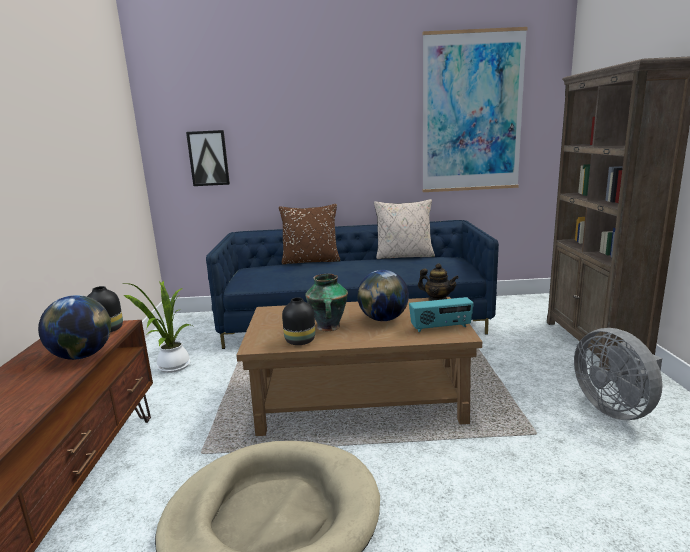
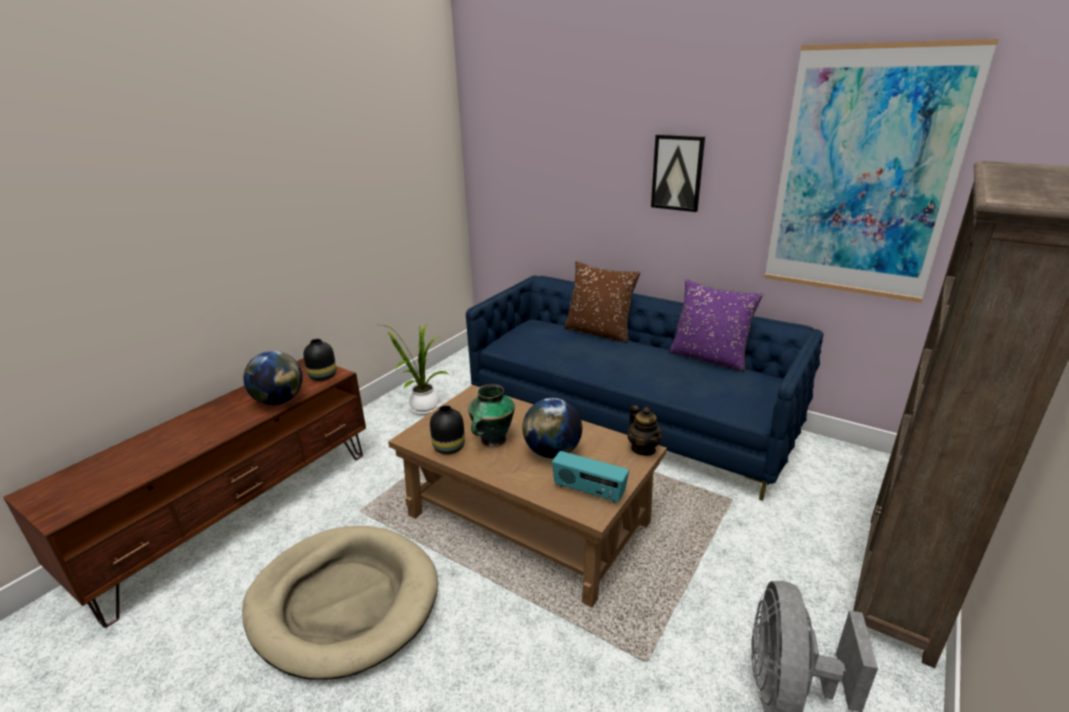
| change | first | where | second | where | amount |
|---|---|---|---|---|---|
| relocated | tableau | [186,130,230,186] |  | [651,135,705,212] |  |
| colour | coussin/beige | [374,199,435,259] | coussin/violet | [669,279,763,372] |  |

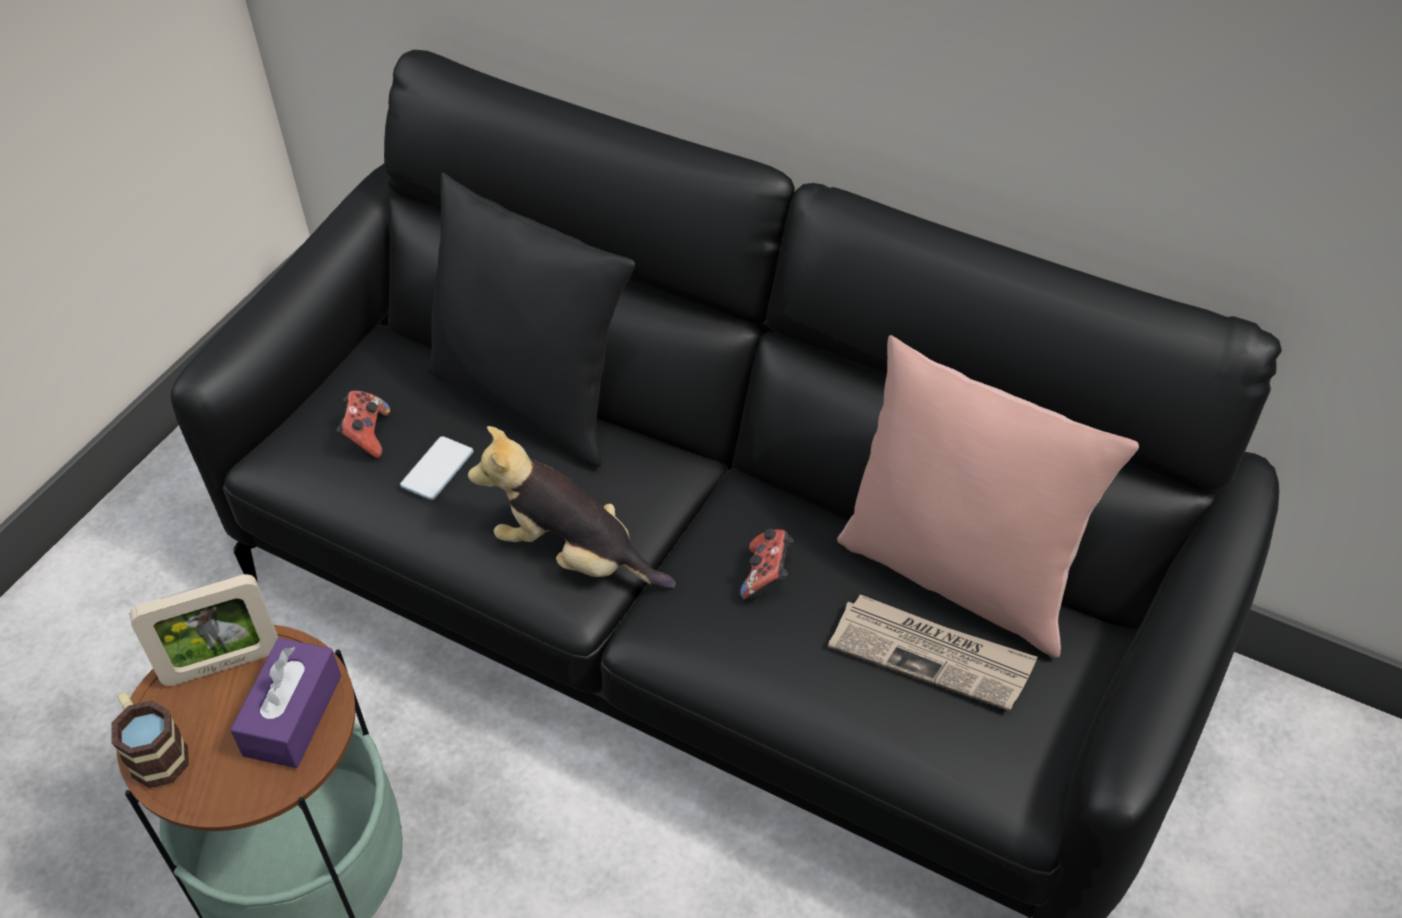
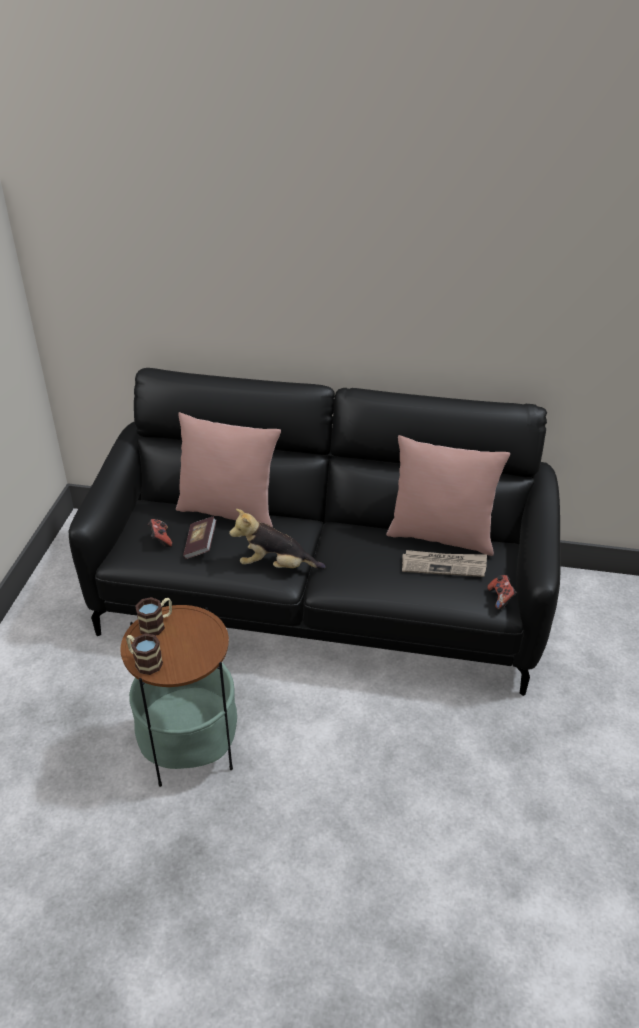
| change | first | where | second | where | amount |
|---|---|---|---|---|---|
| colour | coussin/noir | [428,172,635,467] | coussin/rose | [176,412,281,527] |  |
| exchanged | téléphone | [400,436,474,500] | livre | [183,516,216,559] |  |
| relocated | manette | [740,528,794,601] |  | [487,575,517,610] |  |
| exchanged | cadre photo | [130,574,278,686] | mug | [135,597,172,636] |  |
| missing | boîte à mouchoirs/violet | [230,638,342,768] |  |  |  |

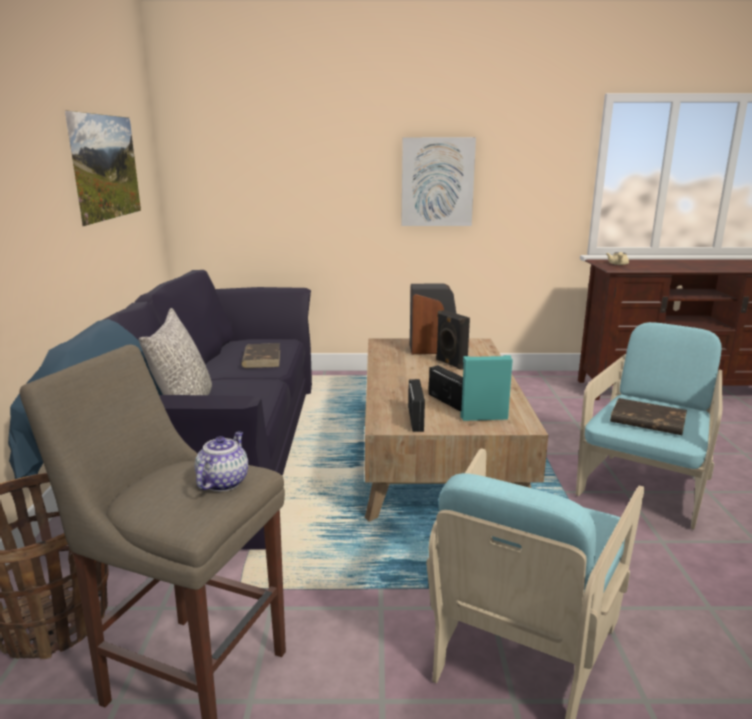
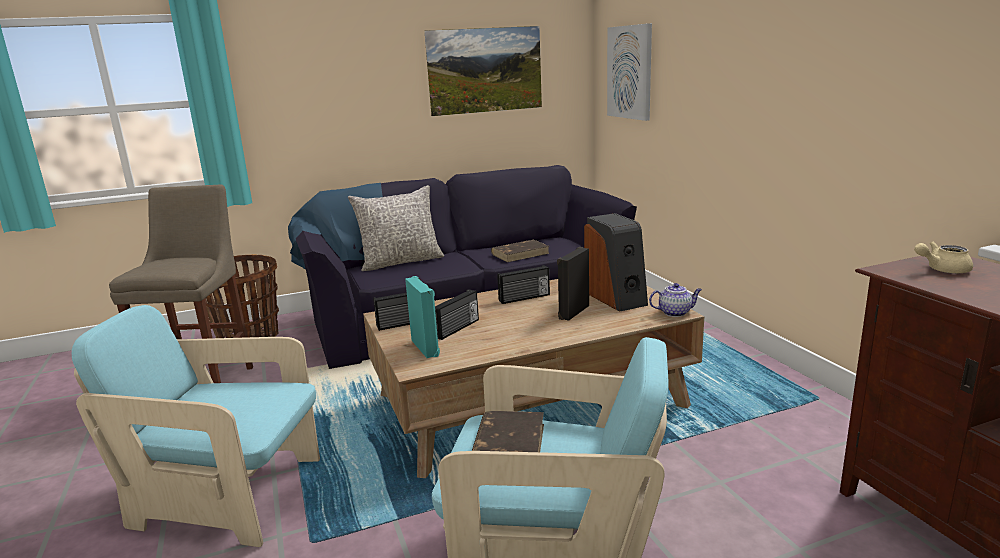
| change | first | where | second | where | amount |
|---|---|---|---|---|---|
| relocated | tableau | [401,137,476,226] |  | [607,23,652,121] |  |
| relocated | théière | [195,431,248,491] |  | [649,283,702,317] |  |
| appeared |  |  | radio | [497,265,550,304] |  |

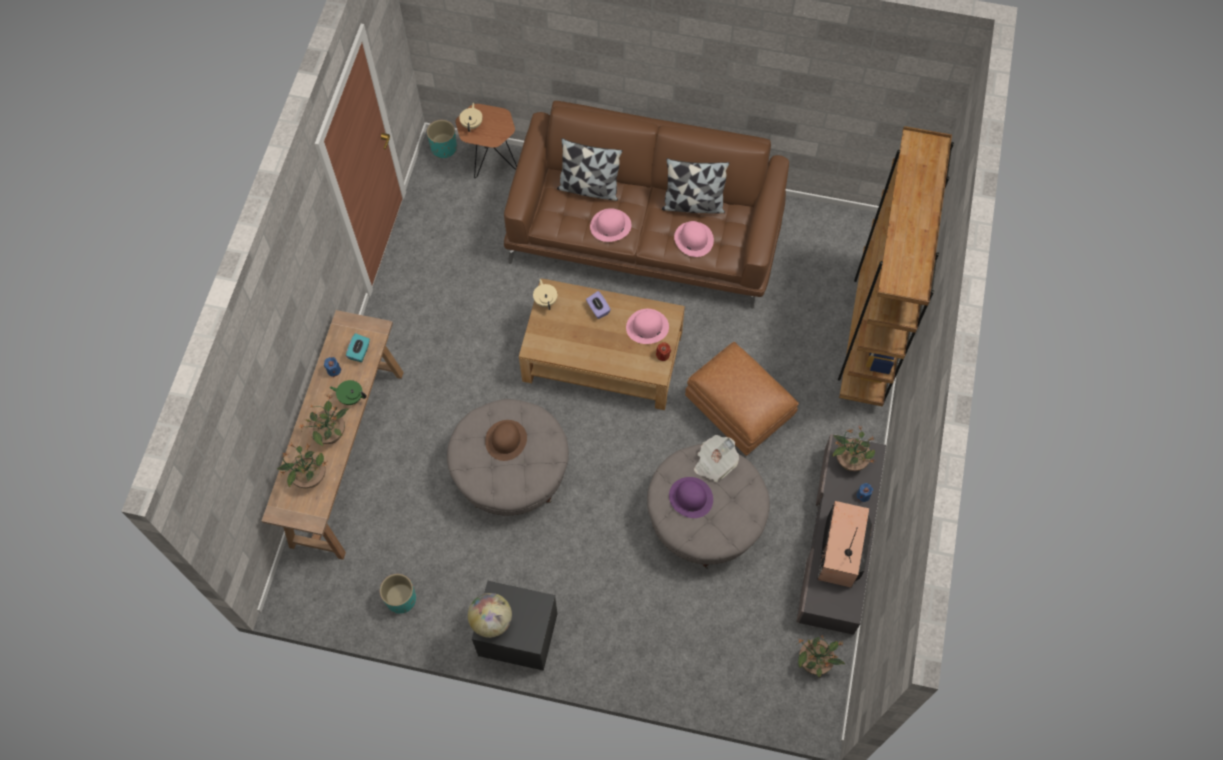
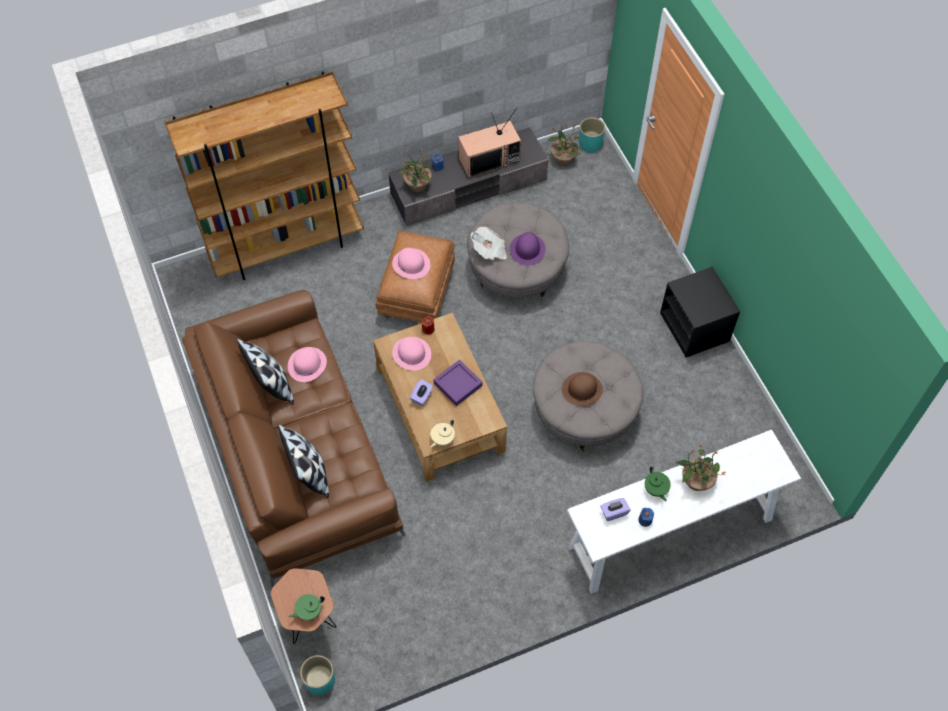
| change | first | where | second | where | amount |
|---|---|---|---|---|---|
| colour | théière/beige | [459,103,483,132] | théière/vert | [289,594,325,621] |  |
| relocated | chapeau/rose | [590,208,631,242] |  | [392,248,430,279] |  |
| colour | table console/marron | [262,310,404,560] | table console/blanc | [567,429,801,594] |  |
| colour | boîte à mouchoirs/turquoise | [346,333,370,362] | boîte à mouchoirs/violet | [600,498,630,521] |  |
| missing | plante en pot | [277,443,326,488] |  |  |  |
| relocated | cache-pot/turquoise | [380,574,416,614] |  | [579,117,605,153] |  |
| missing | globe | [468,593,512,638] |  |  |  |
| appeared |  |  | plateau/violet | [434,360,482,406] |  |

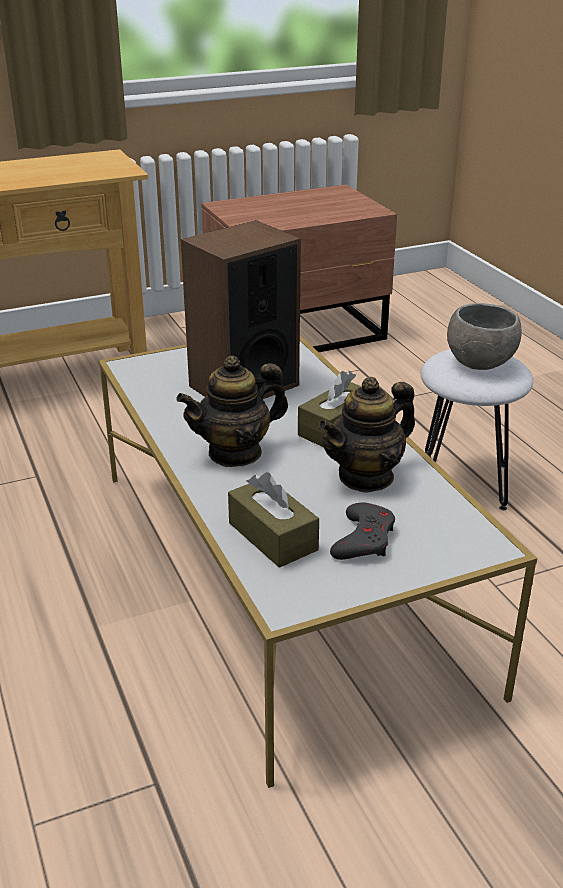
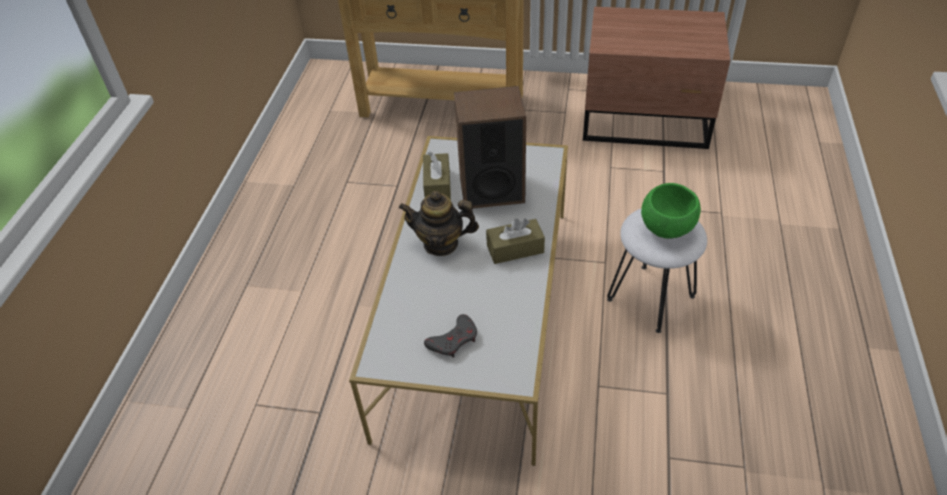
| change | first | where | second | where | amount |
|---|---|---|---|---|---|
| colour | bol/gris | [447,303,522,370] | bol/vert | [641,183,701,239] |  |
| missing | théière | [318,377,415,493] |  |  |  |
| relocated | boîte à mouchoirs/marron | [228,472,319,568] |  | [423,152,451,200] |  |

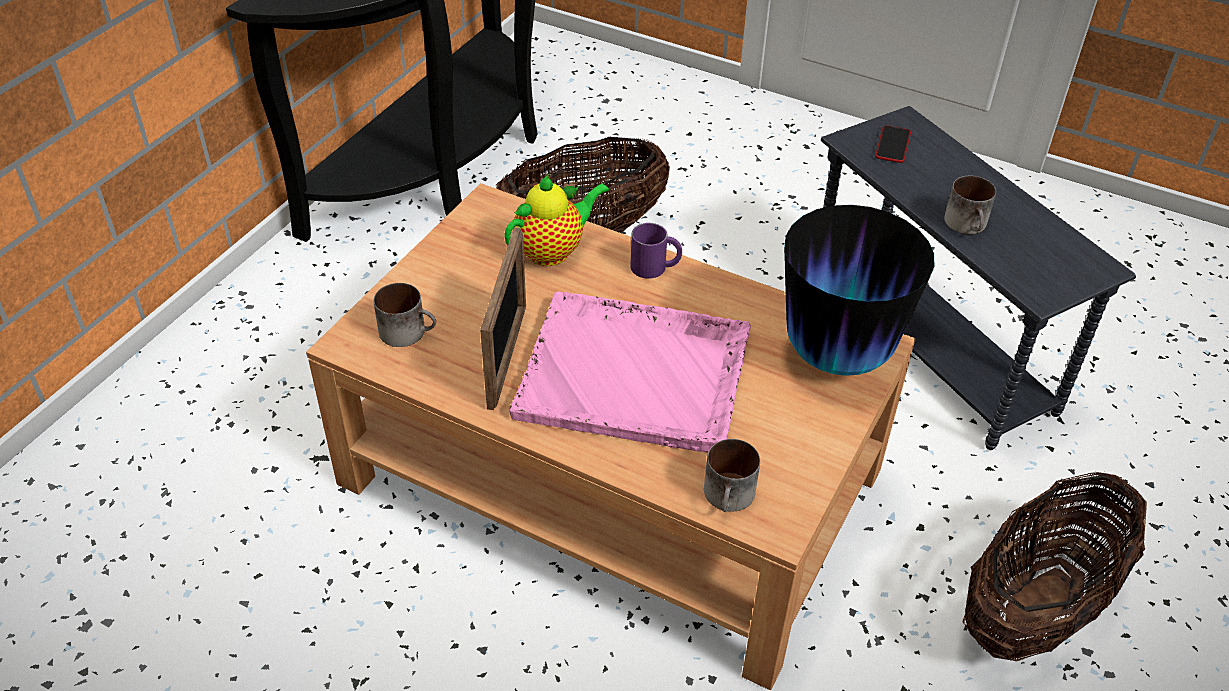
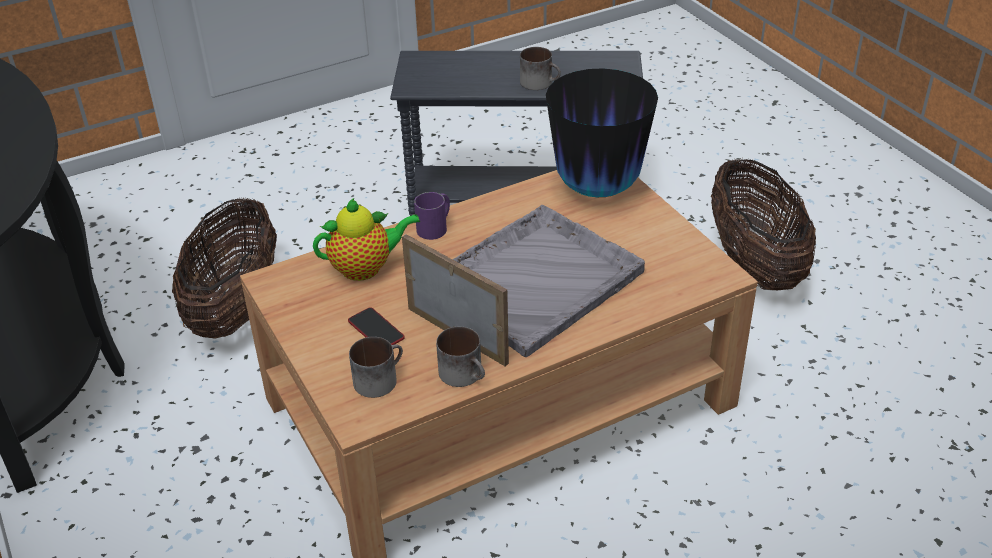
| change | first | where | second | where | amount |
|---|---|---|---|---|---|
| relocated | téléphone | [875,125,911,163] |  | [348,307,405,345] |  |
| spun | théière | [504,174,609,266] |  | [313,198,420,281] | 75 degrees clockwise |
| colour | plateau/rose | [509,291,751,452] | plateau/gris | [453,205,645,357] |  |
| relocated | mug | [704,439,760,512] |  | [436,326,485,387] |  |

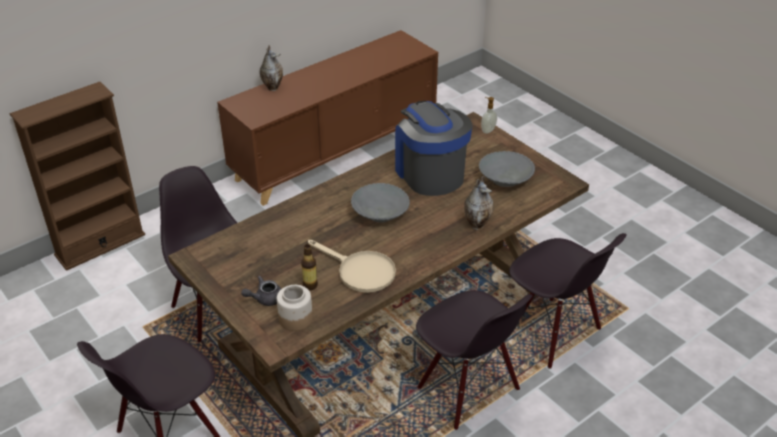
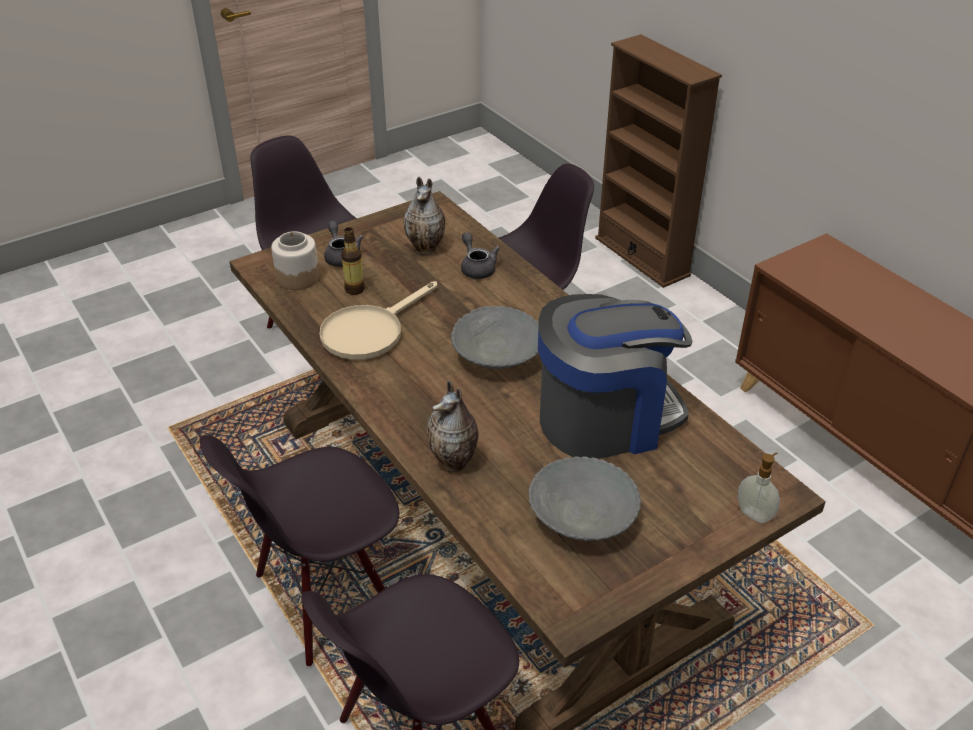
| change | first | where | second | where | amount |
|---|---|---|---|---|---|
| relocated | vase | [260,45,283,91] |  | [404,177,445,254] |  |
| appeared |  |  | théière/gris | [461,232,500,279] |  |

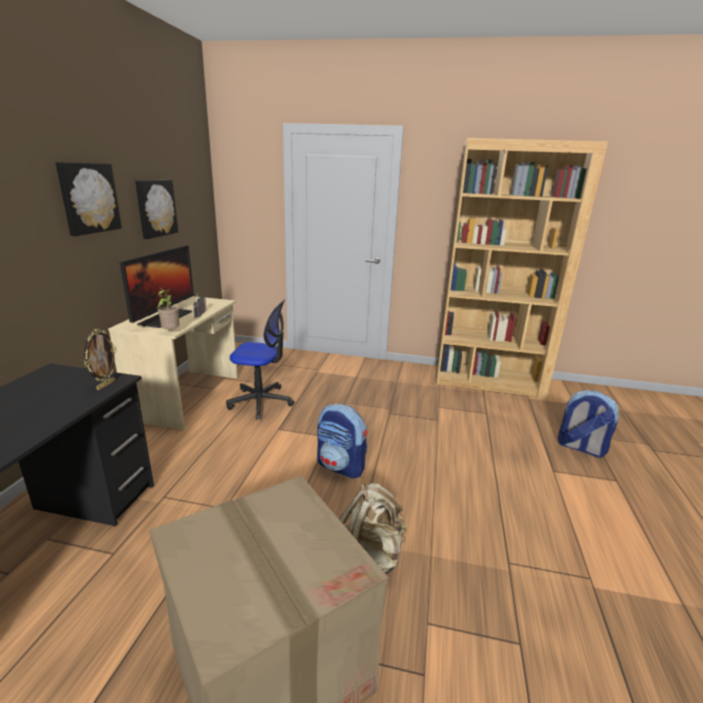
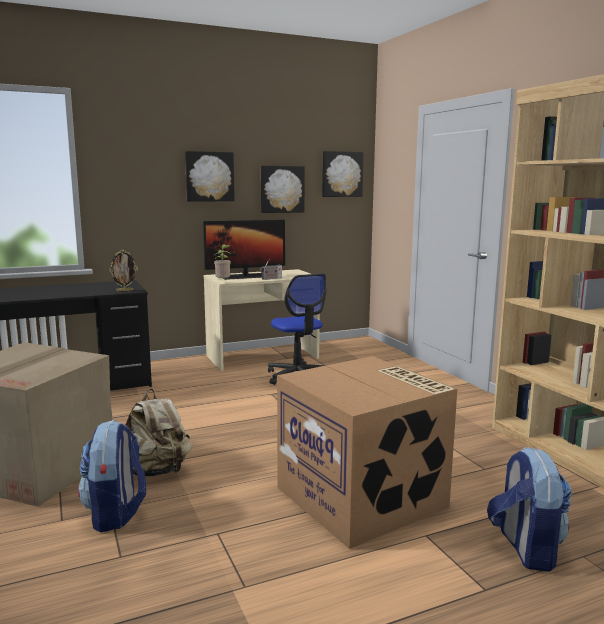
| change | first | where | second | where | amount |
|---|---|---|---|---|---|
| relocated | sac à dos | [317,404,367,479] |  | [78,420,146,532] |  |
| appeared |  |  | tableau | [322,151,364,197] |  |
| appeared |  |  | carton | [277,356,457,549] |  |

